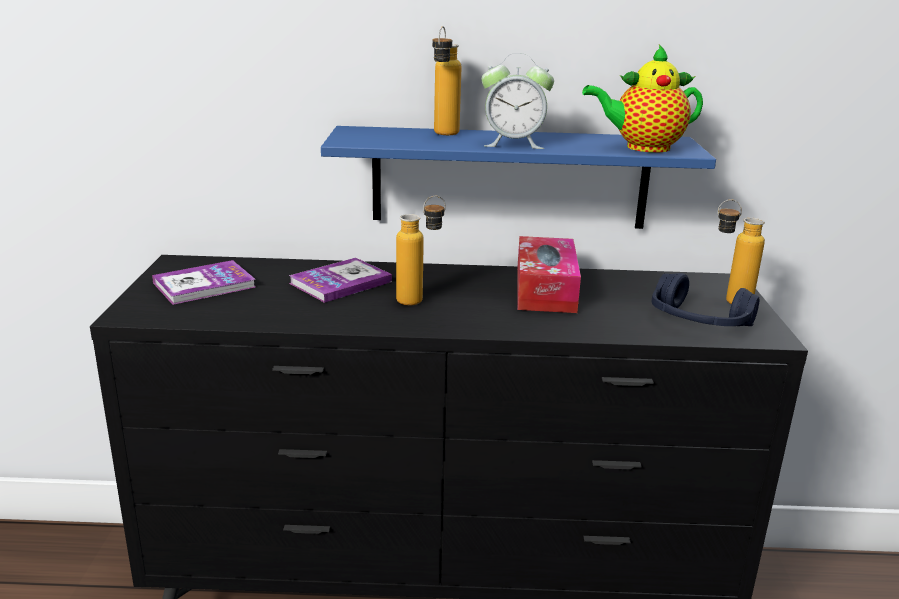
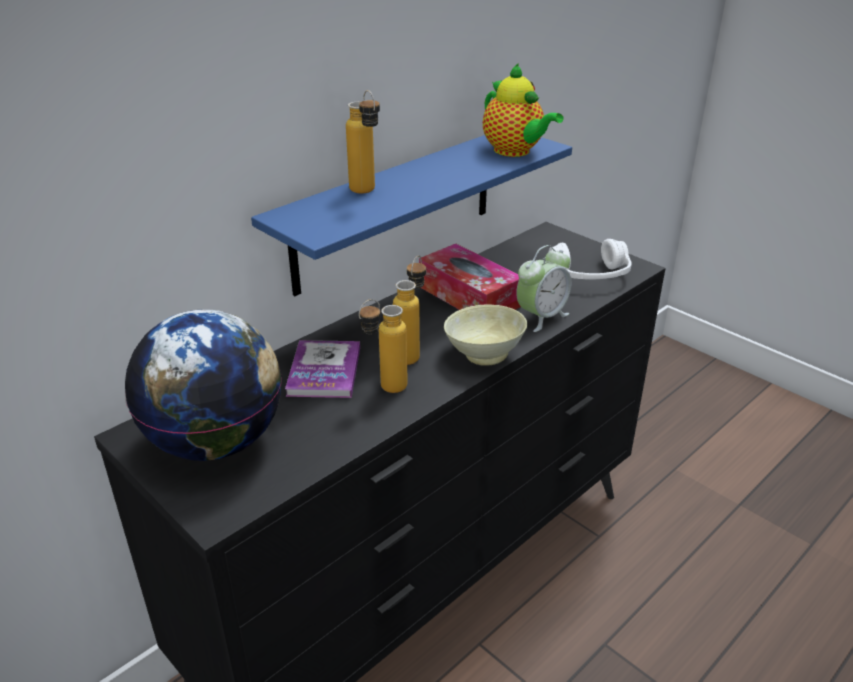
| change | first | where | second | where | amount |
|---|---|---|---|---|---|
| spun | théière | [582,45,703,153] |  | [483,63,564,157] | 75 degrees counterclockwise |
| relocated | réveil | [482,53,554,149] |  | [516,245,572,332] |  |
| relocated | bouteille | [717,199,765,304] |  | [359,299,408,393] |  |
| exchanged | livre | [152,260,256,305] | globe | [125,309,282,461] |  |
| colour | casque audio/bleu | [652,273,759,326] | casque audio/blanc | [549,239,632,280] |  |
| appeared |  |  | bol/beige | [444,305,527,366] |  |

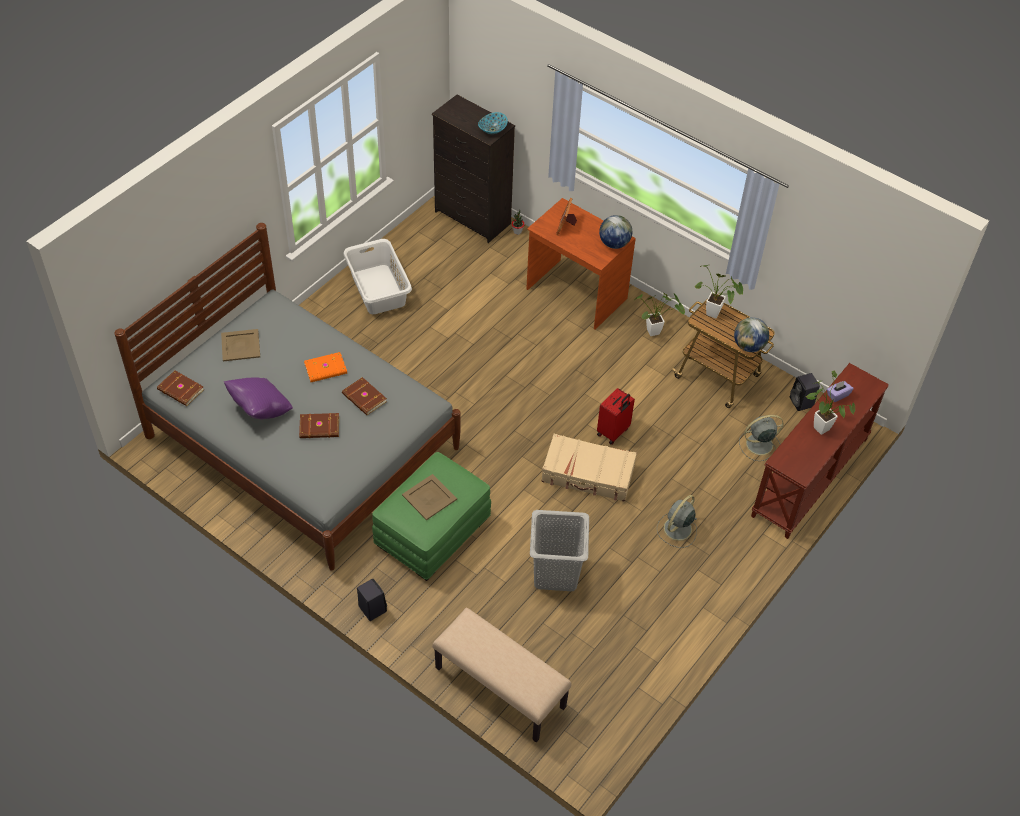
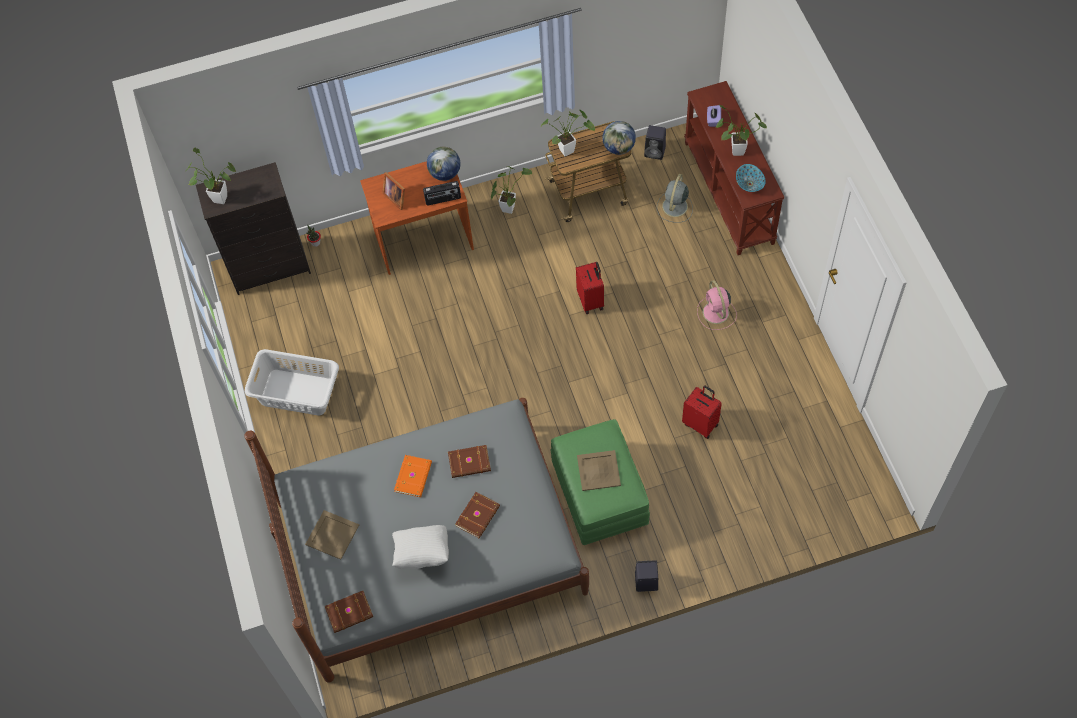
| change | first | where | second | where | amount |
|---|---|---|---|---|---|
| relocated | bol | [478,112,508,134] |  | [736,164,766,192] |  |
| colour | coussin/violet | [224,377,293,419] | coussin/blanc | [392,525,449,569] |  |
| missing | valise/beige | [541,434,637,502] |  |  |  |
| colour | ventilateur/gris | [657,495,697,548] | ventilateur/rose | [697,280,737,330] |  |
| exchanged | panier à linge/gris | [530,510,589,591] | valise/rouge | [682,385,722,439] |  |
| missing | banc/beige | [432,608,572,742] |  |  |  |
| appeared |  |  | plante en pot | [186,148,236,204] |  |
| appeared |  |  | radio | [423,181,461,206] |  |

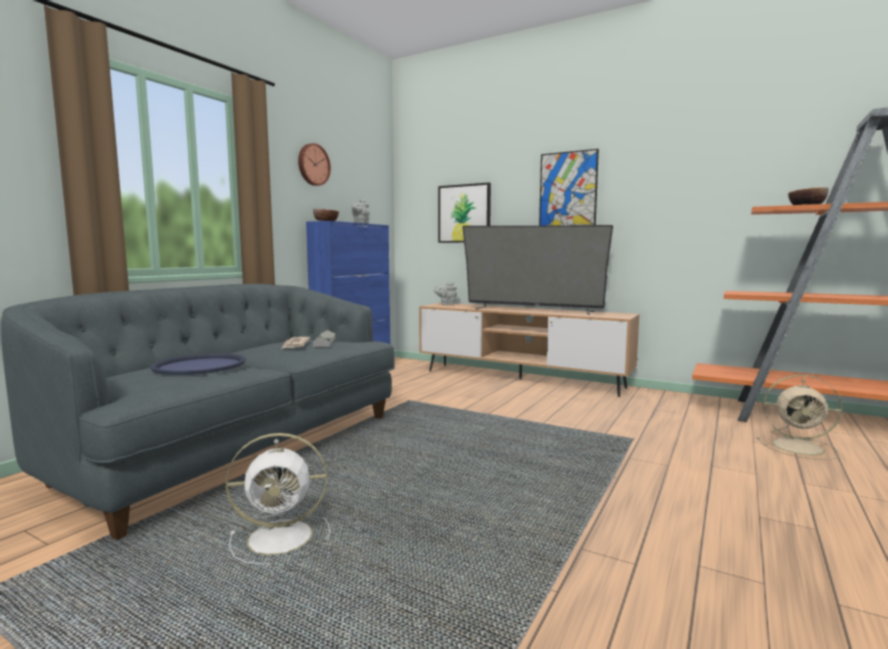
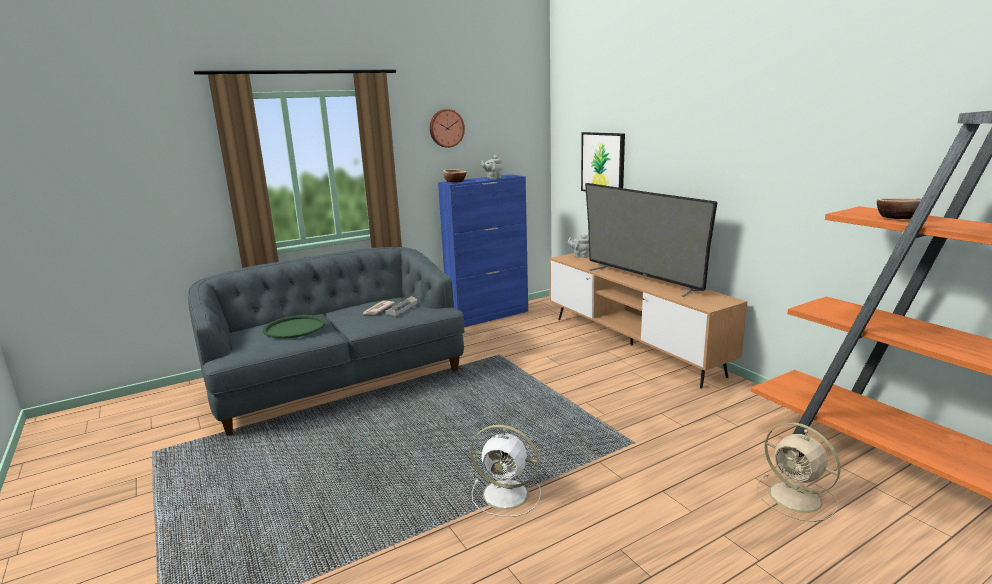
| change | first | where | second | where | amount |
|---|---|---|---|---|---|
| missing | tableau | [539,149,599,226] |  |  |  |
| colour | plateau/bleu | [150,353,246,375] | plateau/vert | [263,315,325,339] |  |
| relocated | ventilateur/blanc | [225,433,330,564] |  | [470,425,541,517] |  |

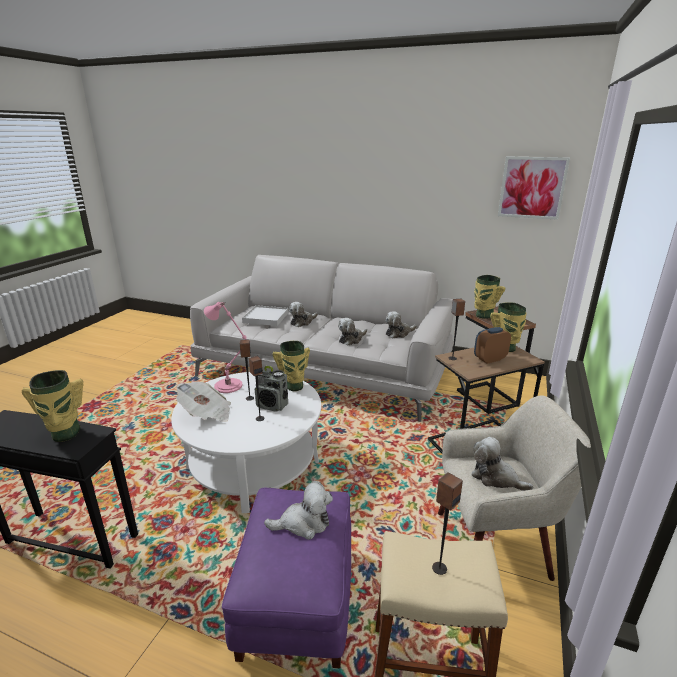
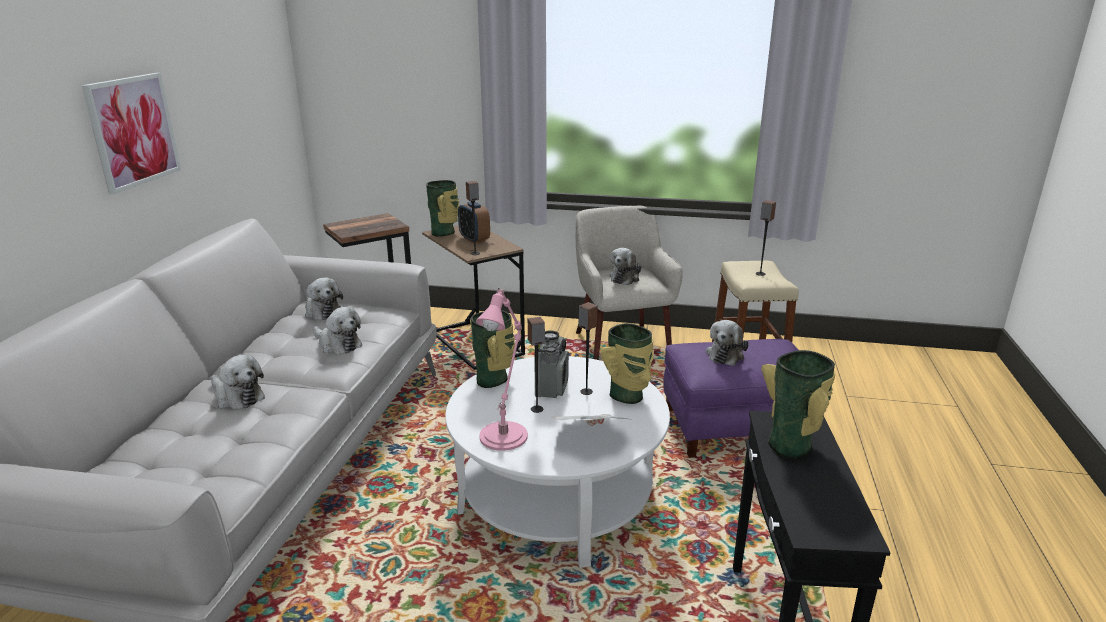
| change | first | where | second | where | amount |
|---|---|---|---|---|---|
| relocated | tableau | [498,156,570,220] |  | [82,73,181,194] |  |
| relocated | vase | [474,275,505,319] |  | [600,323,654,404] |  |
| missing | plateau/blanc | [242,305,289,326] |  |  |  |
| spun | peluche | [264,481,333,540] |  | [706,320,749,366] | 135 degrees counterclockwise |

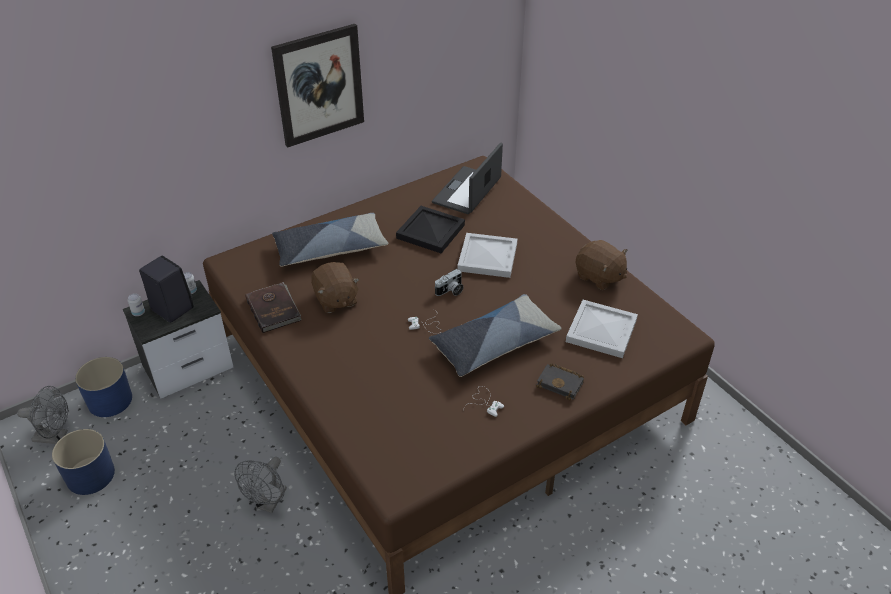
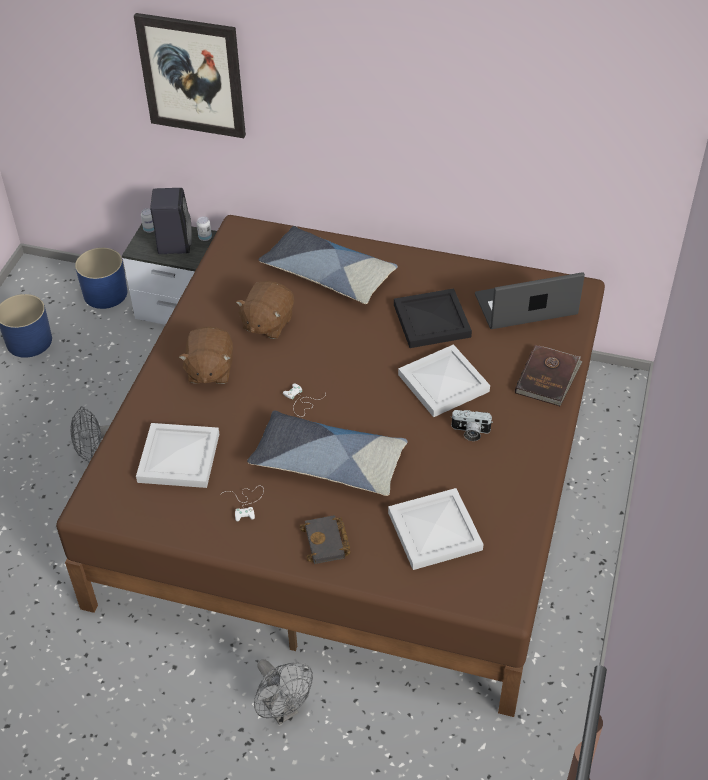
| change | first | where | second | where | amount |
|---|---|---|---|---|---|
| relocated | tableau | [271,24,364,147] |  | [134,13,246,138] |  |
| relocated | peluche/marron | [576,240,628,290] |  | [179,326,233,384] |  |
| relocated | appareil photo | [435,269,463,296] |  | [451,410,493,441] |  |
| relocated | livre/marron | [245,282,302,333] |  | [515,345,583,406] |  |
| relocated | ventilateur/gris | [17,386,68,444] |  | [254,659,313,725] |  |
| appeared |  |  | plateau/blanc | [136,423,219,488] |  |

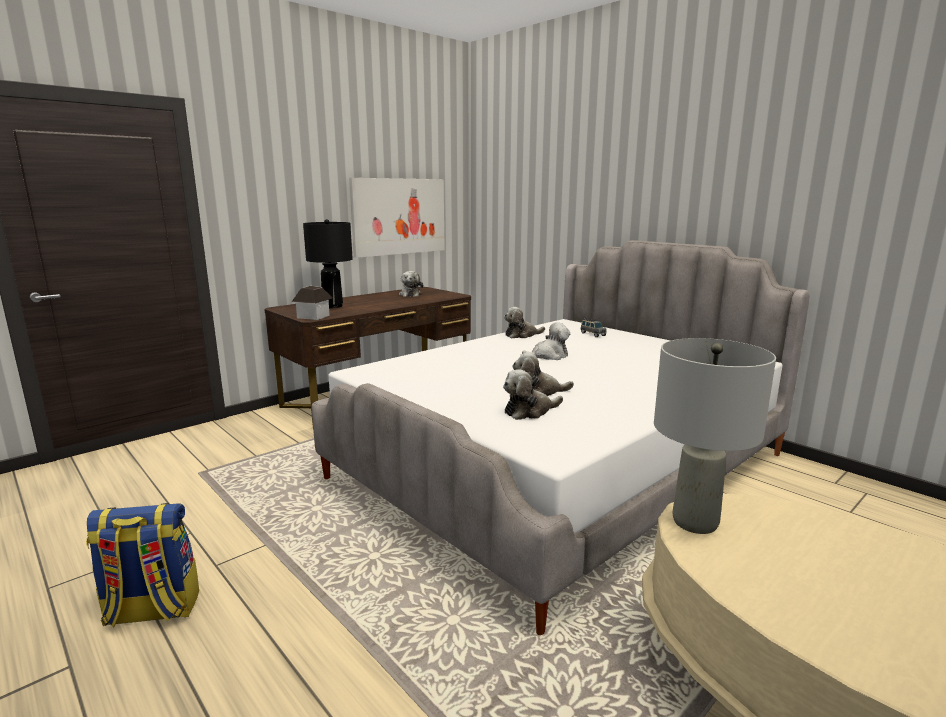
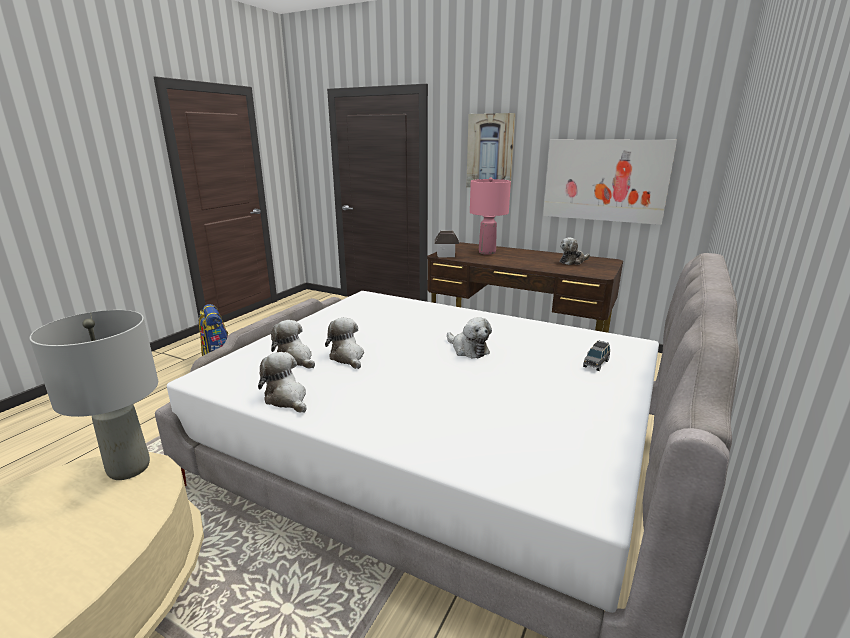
| change | first | where | second | where | amount |
|---|---|---|---|---|---|
| colour | lampe de table/noir | [303,219,353,308] | lampe de table/rose | [470,178,511,255] |  |
| relocated | peluche | [504,307,545,338] |  | [258,352,306,413] |  |
| appeared |  |  | tableau | [466,113,516,189] |  |

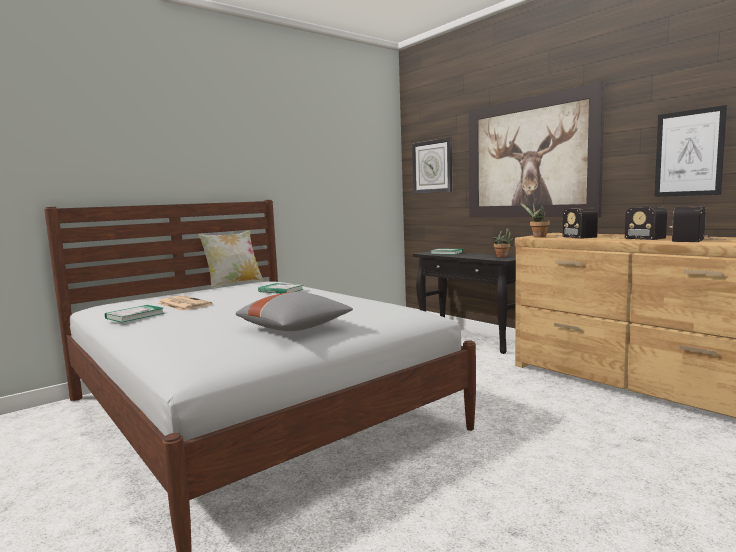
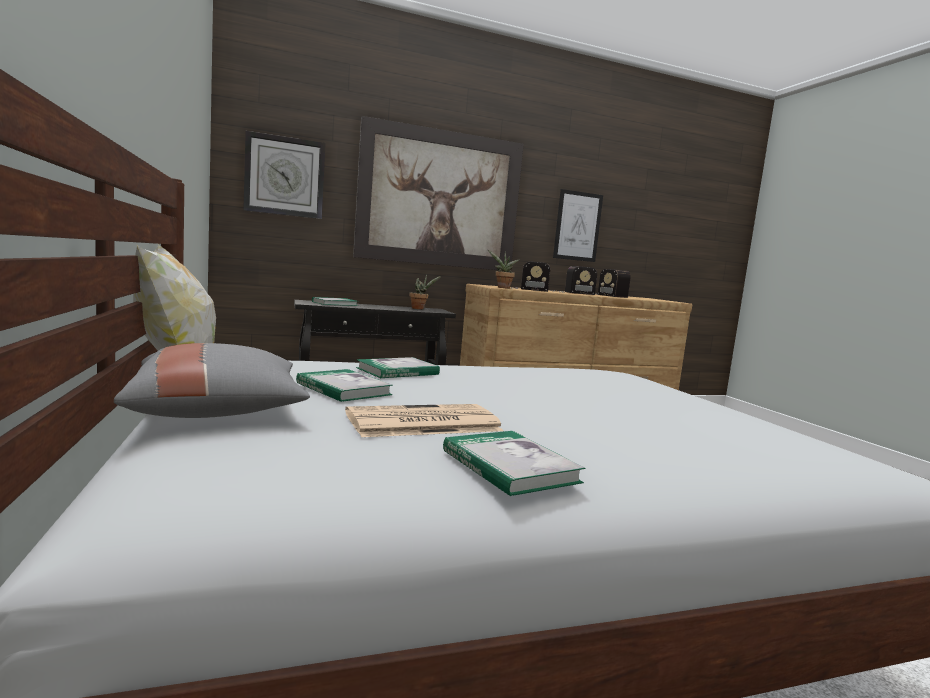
| change | first | where | second | where | amount |
|---|---|---|---|---|---|
| relocated | coussin/gris | [235,292,353,331] |  | [114,343,310,418] |  |
| appeared |  |  | livre | [296,369,393,402] |  |

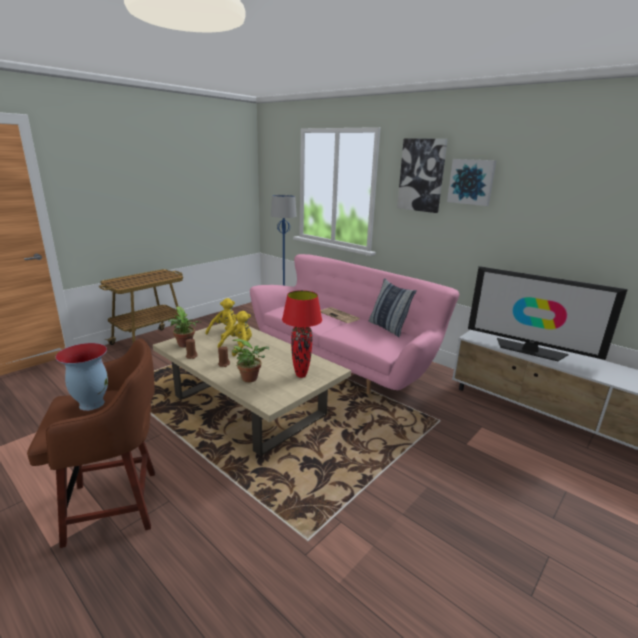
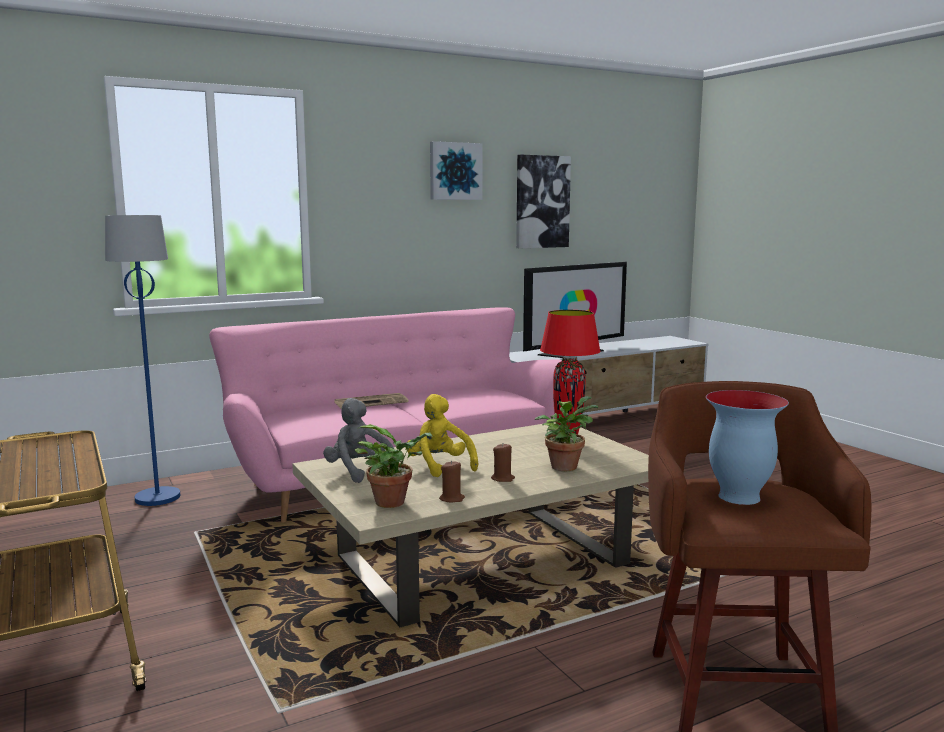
| change | first | where | second | where | amount |
|---|---|---|---|---|---|
| relocated | tableau | [397,138,448,213] |  | [516,154,571,248] |  |
| missing | coussin | [369,278,417,337] |  |  |  |
| colour | peluche/jaune | [205,298,236,340] | peluche/gris | [323,398,394,483] |  |

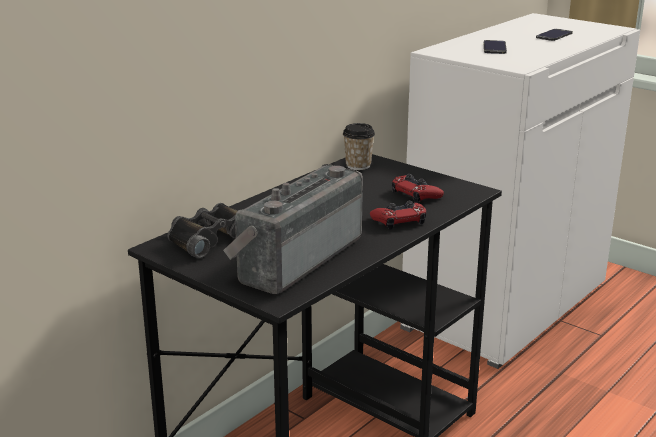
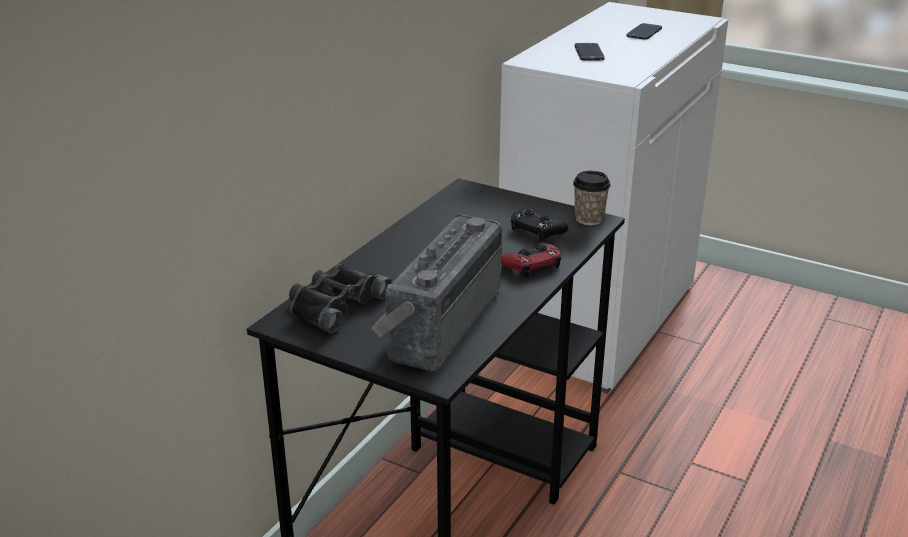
| change | first | where | second | where | amount |
|---|---|---|---|---|---|
| relocated | tasse | [343,123,375,170] |  | [573,171,611,225] |  |
| colour | manette/rouge | [391,174,444,203] | manette/noir | [511,208,568,241] |  |

